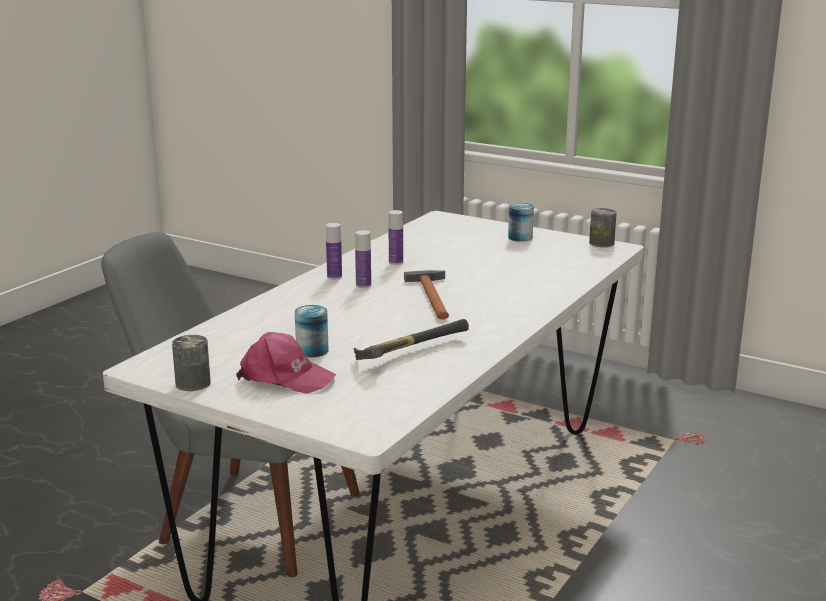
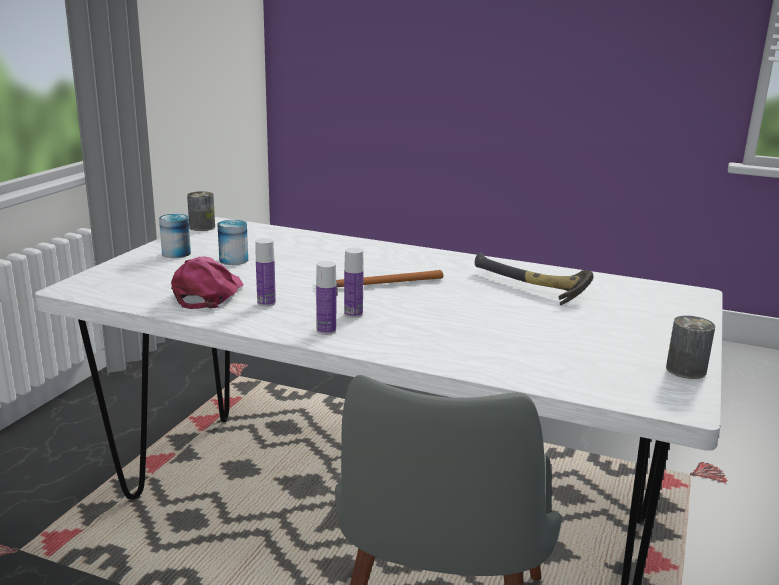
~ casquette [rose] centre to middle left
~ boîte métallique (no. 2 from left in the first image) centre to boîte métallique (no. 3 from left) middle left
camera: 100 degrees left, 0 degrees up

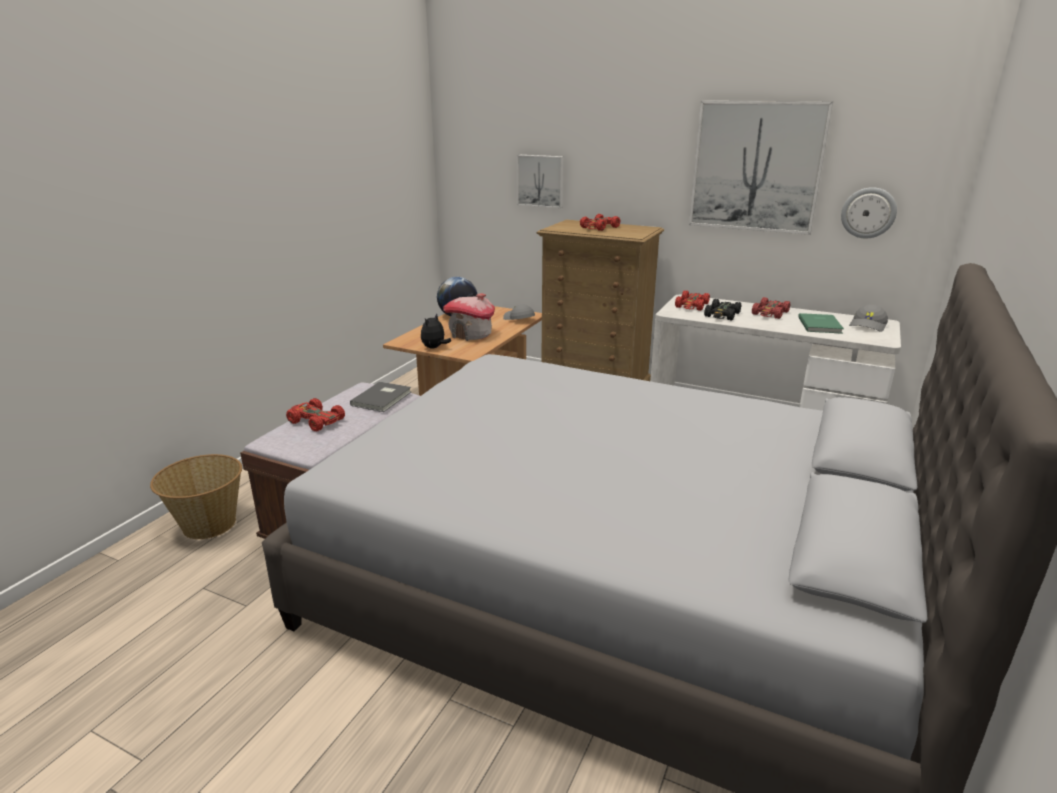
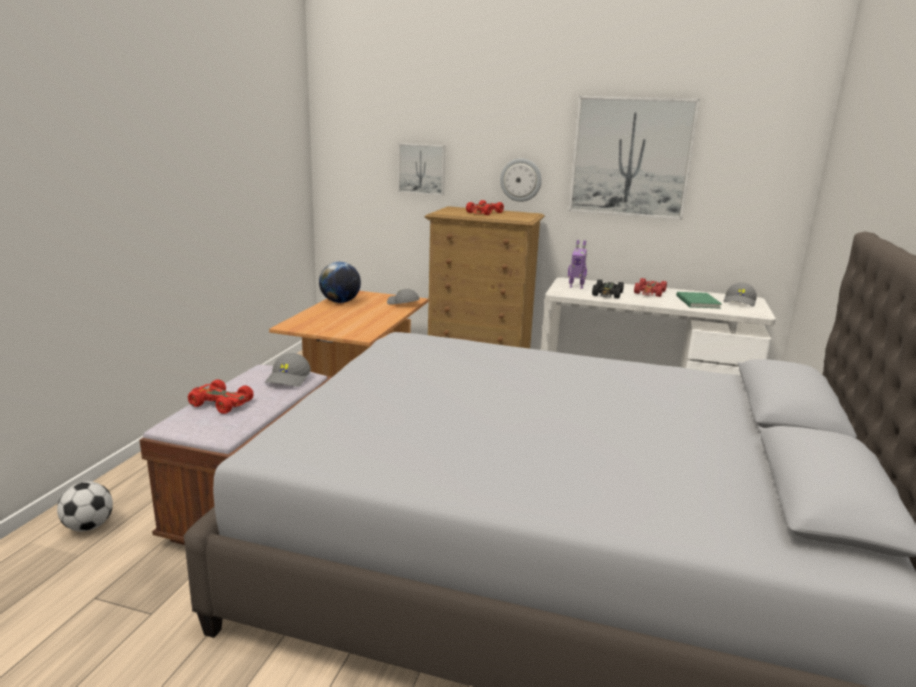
~ panier middle left to ballon de foot bottom left
~ livre [gris] centre to casquette [gris] (no. 1 from left) middle left
- peluche centre
- maison miniature centre
~ petite voiture [rouge] (no. 3 from left) centre to robot jouet centre
~ horloge murale top right to top centre
camera: 10 degrees left, 5 degrees down

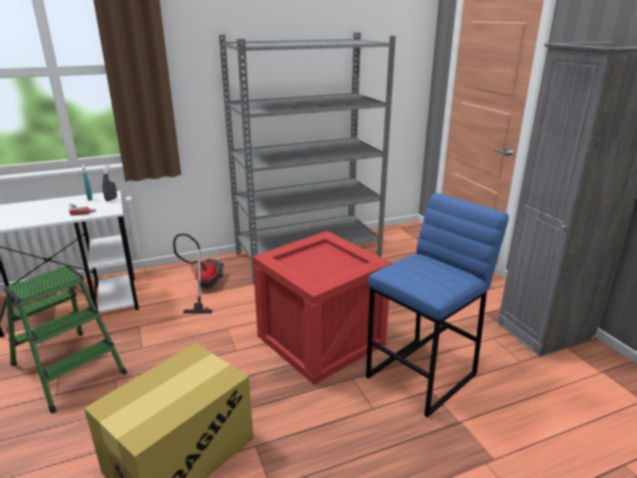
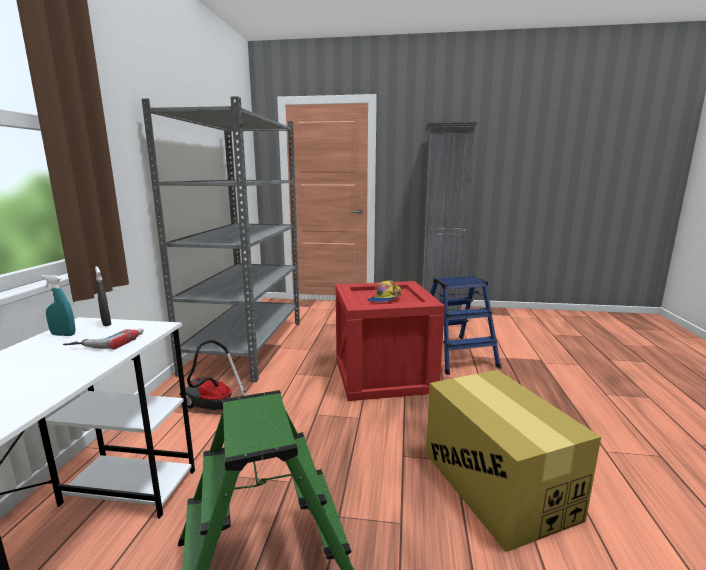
~ tabouret [bleu] middle right to escabeau [bleu] centre
+ casquette centre
camera: 60 degrees left, 10 degrees down

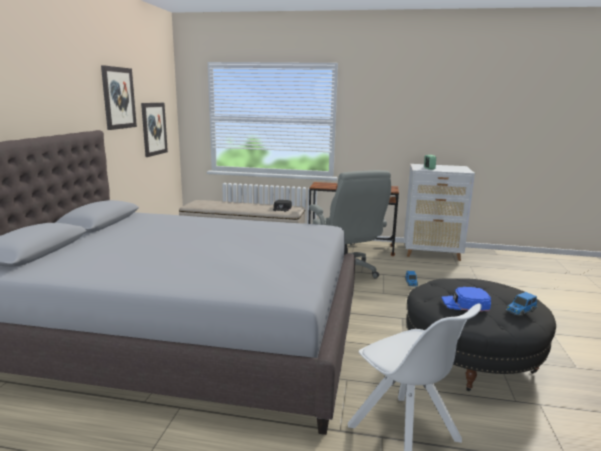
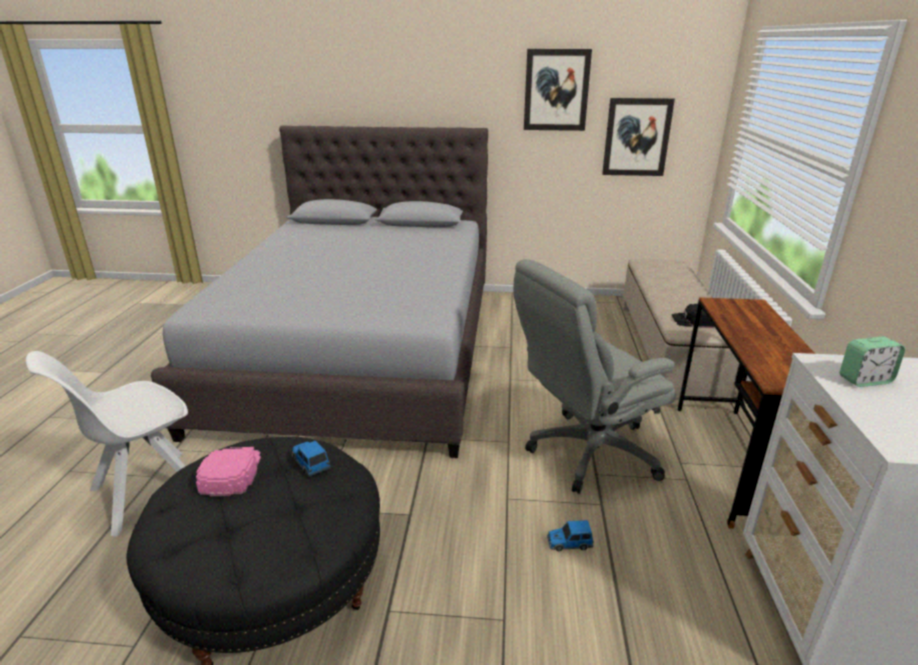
~ casquette [bleu] middle right to casquette [rose] bottom left
~ petite voiture (no. 2 from left in the first image) bottom right to petite voiture (no. 1 from left) bottom centre
camera: 85 degrees right, 10 degrees up

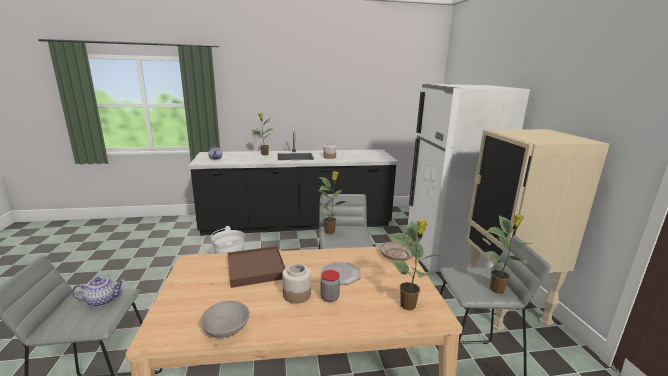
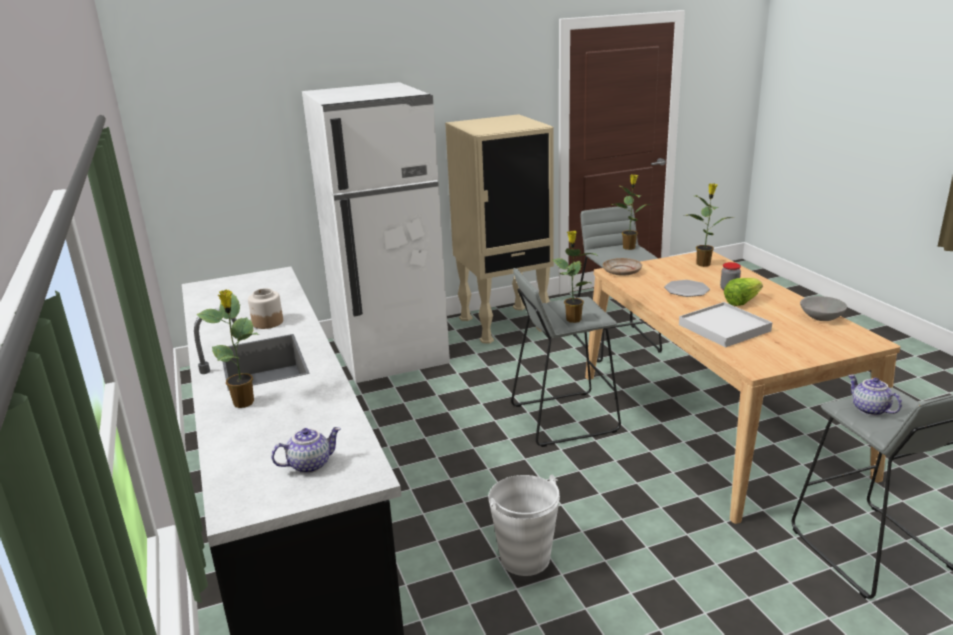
~ plateau [marron] bottom centre to plateau [blanc] middle right
~ bocal (no. 1 from left) bottom centre to laitue middle right
camera: 100 degrees left, 5 degrees up

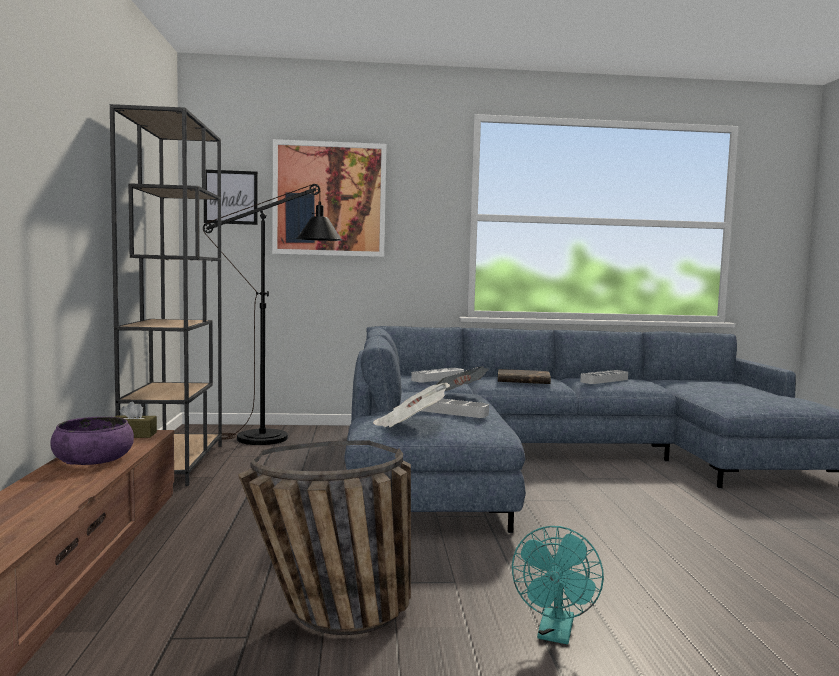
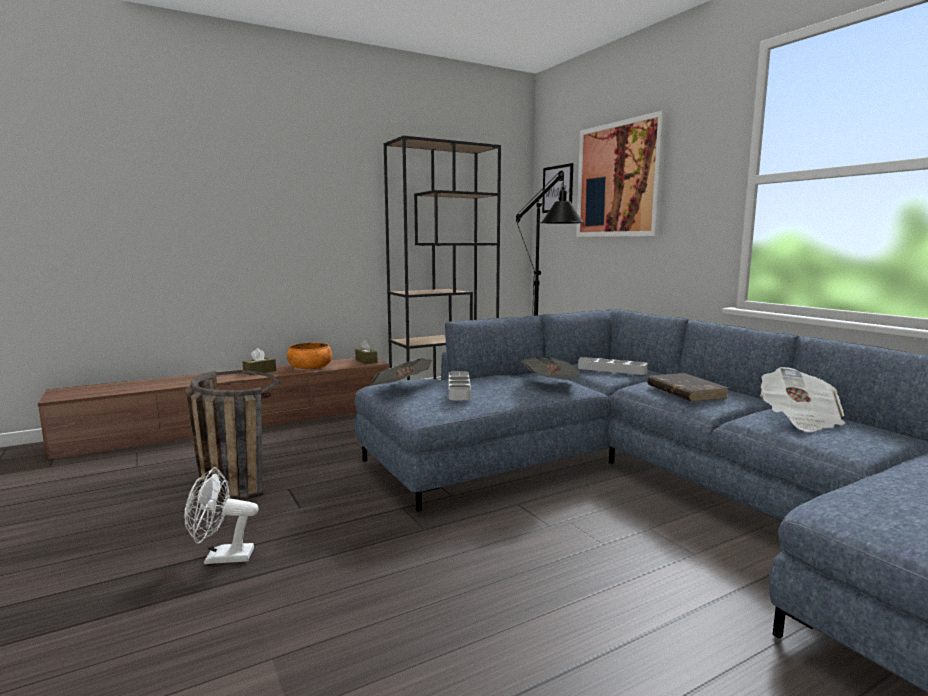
~ bol [violet] middle left to bol [orange] middle left
~ ventilateur [turquoise] bottom centre to ventilateur [blanc] bottom left
~ plateau [gris] (no. 3 from left) middle right to journal (no. 3 from left) middle right
+ boîte à mouchoirs [marron] (no. 1 from left) middle left
camera: 65 degrees right, 5 degrees up

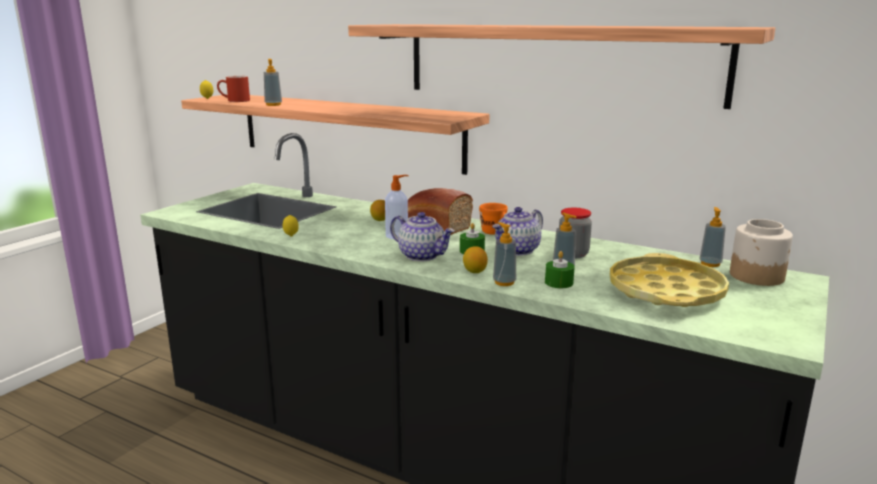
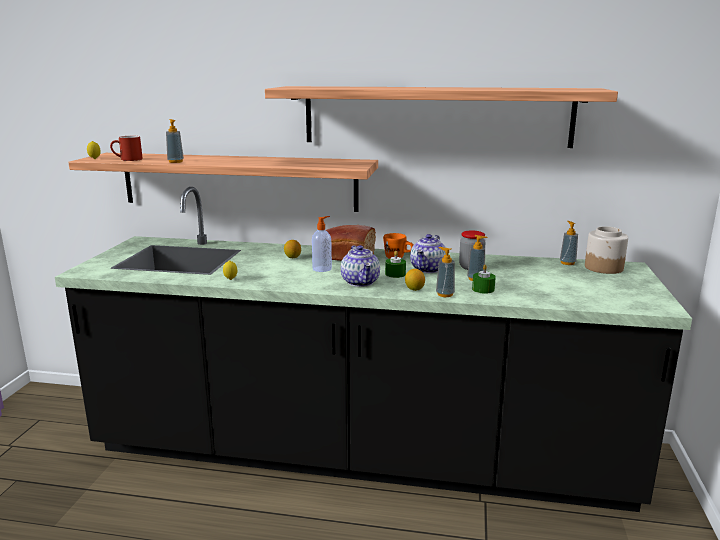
~ théière (no. 1 from left) centre = centre 60 degrees clockwise
- plateau [jaune] middle right
camera: 20 degrees left, 0 degrees up

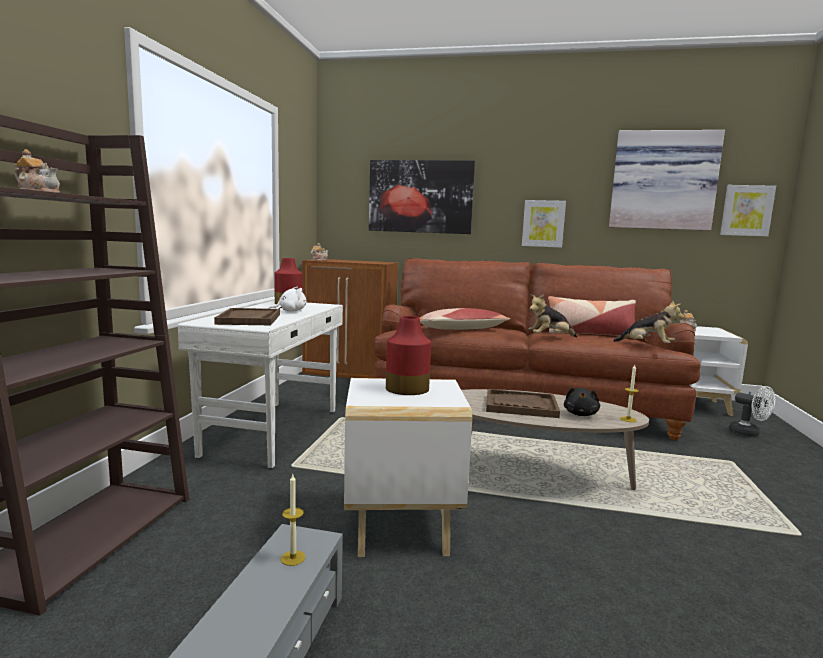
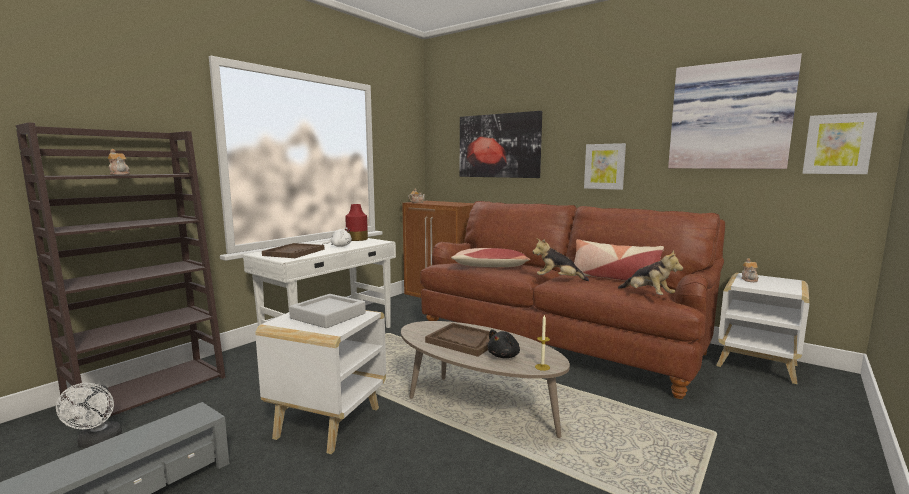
- bougie (no. 1 from left) bottom centre
~ vase [rouge] (no. 2 from left) centre to plateau [gris] centre
~ ventilateur [blanc] middle right to bottom left
camera: 25 degrees right, 0 degrees up

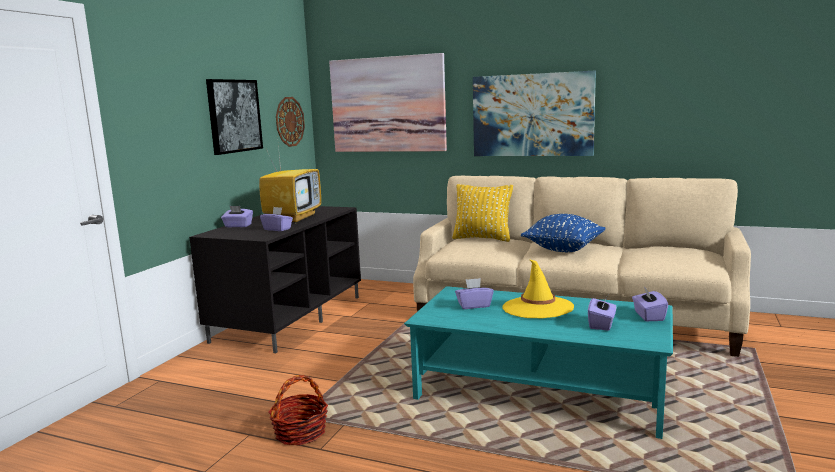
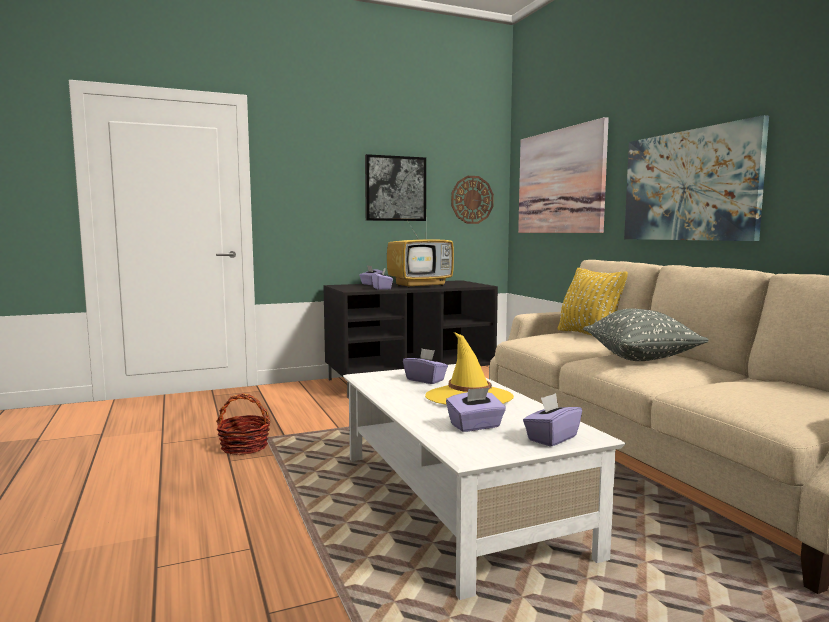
~ table basse [turquoise] bottom centre to table basse [blanc] bottom centre
~ coussin [bleu] middle right to coussin [gris] middle right
camera: 45 degrees right, 5 degrees down

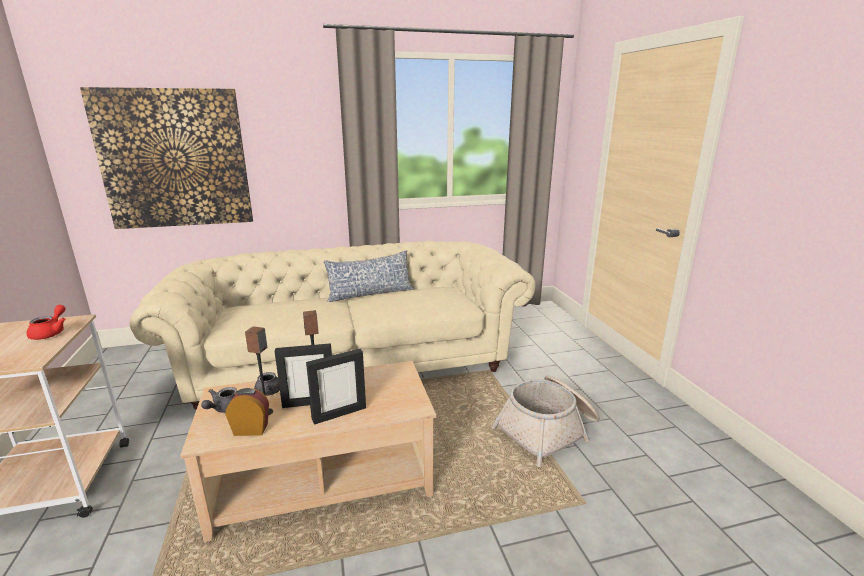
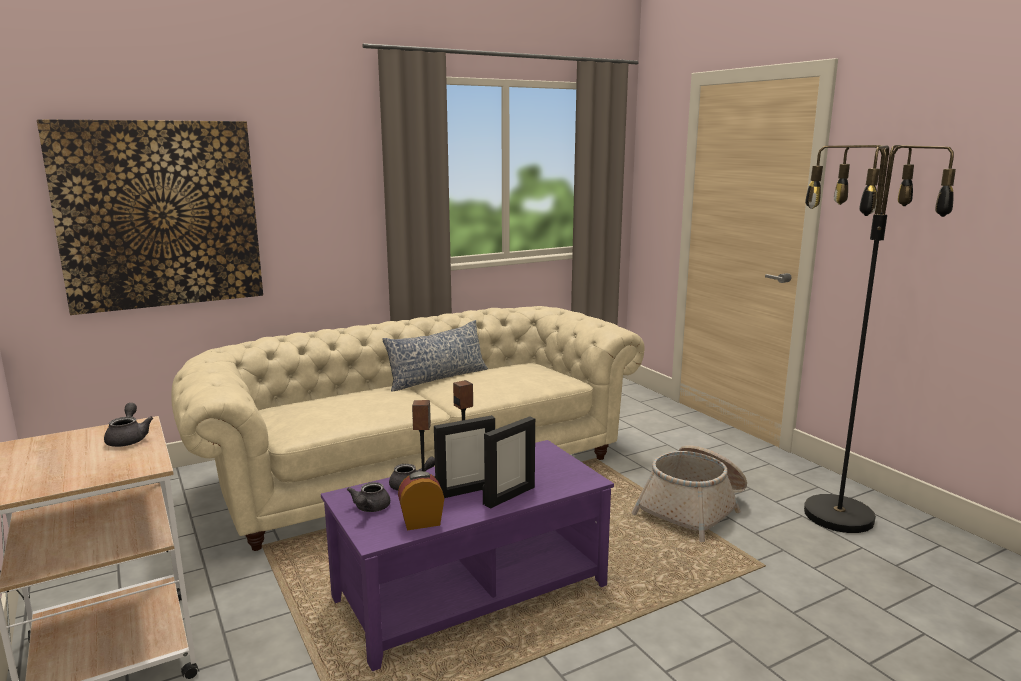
~ théière [rouge] middle left to théière [gris] (no. 1 from left) middle left
~ table basse [beige] bottom centre to table basse [violet] bottom centre
+ lampadaire middle right
camera: 15 degrees left, 5 degrees down

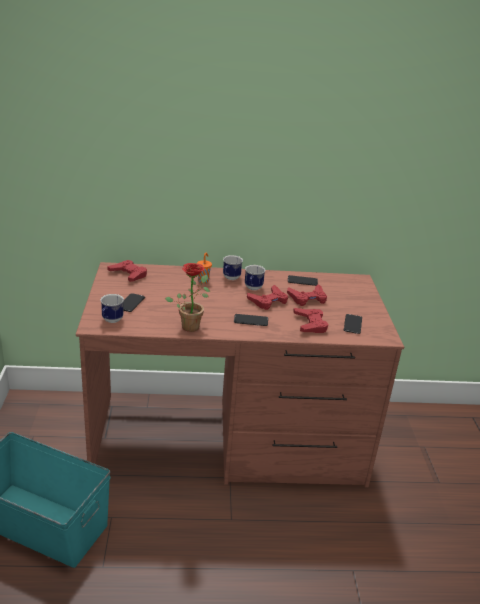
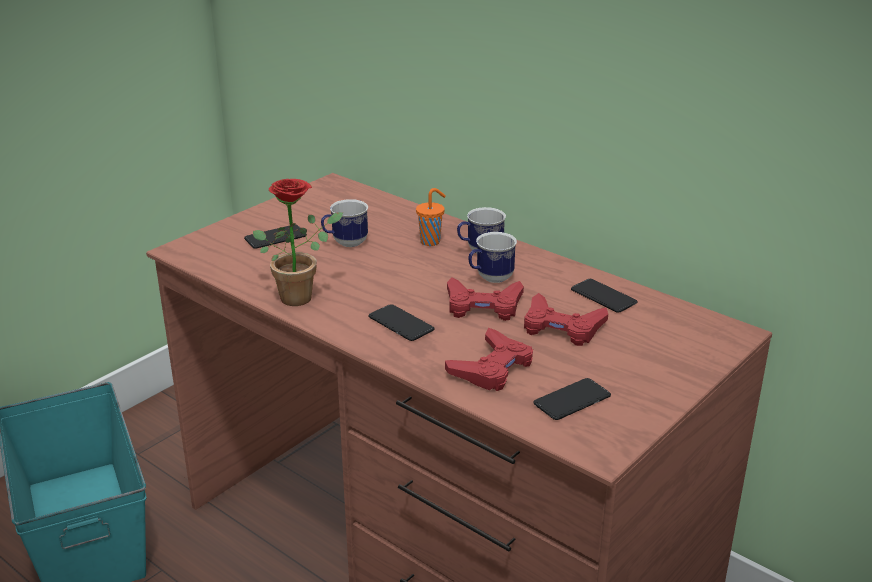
~ mug (no. 1 from left) middle left to centre
- manette [rouge] (no. 1 from left) middle left
camera: 45 degrees right, 0 degrees up

